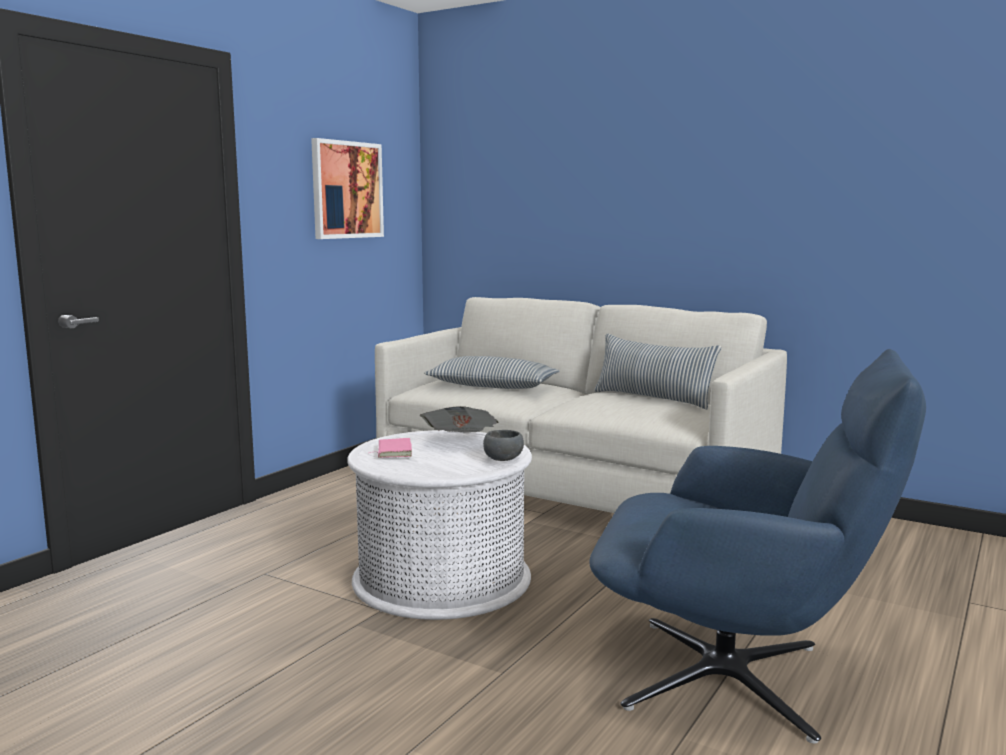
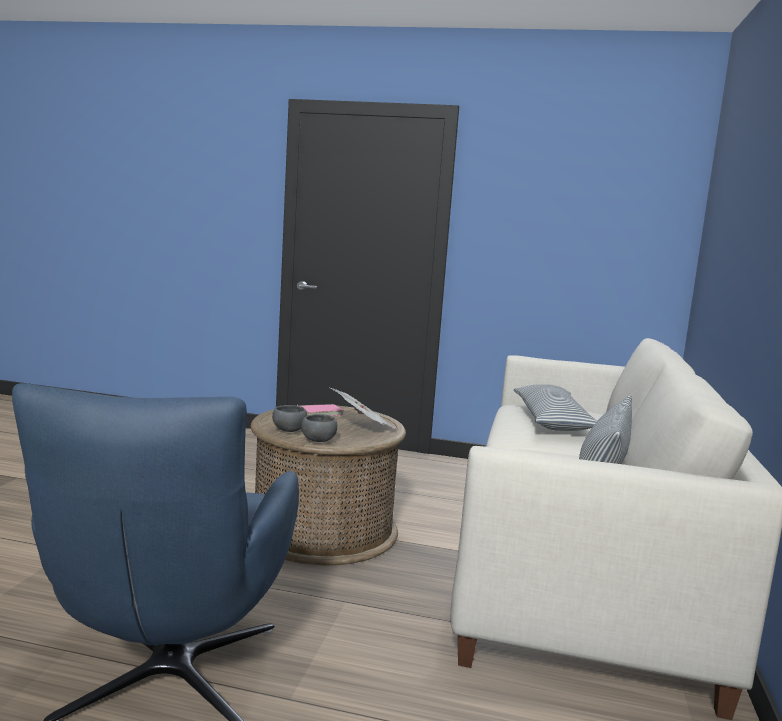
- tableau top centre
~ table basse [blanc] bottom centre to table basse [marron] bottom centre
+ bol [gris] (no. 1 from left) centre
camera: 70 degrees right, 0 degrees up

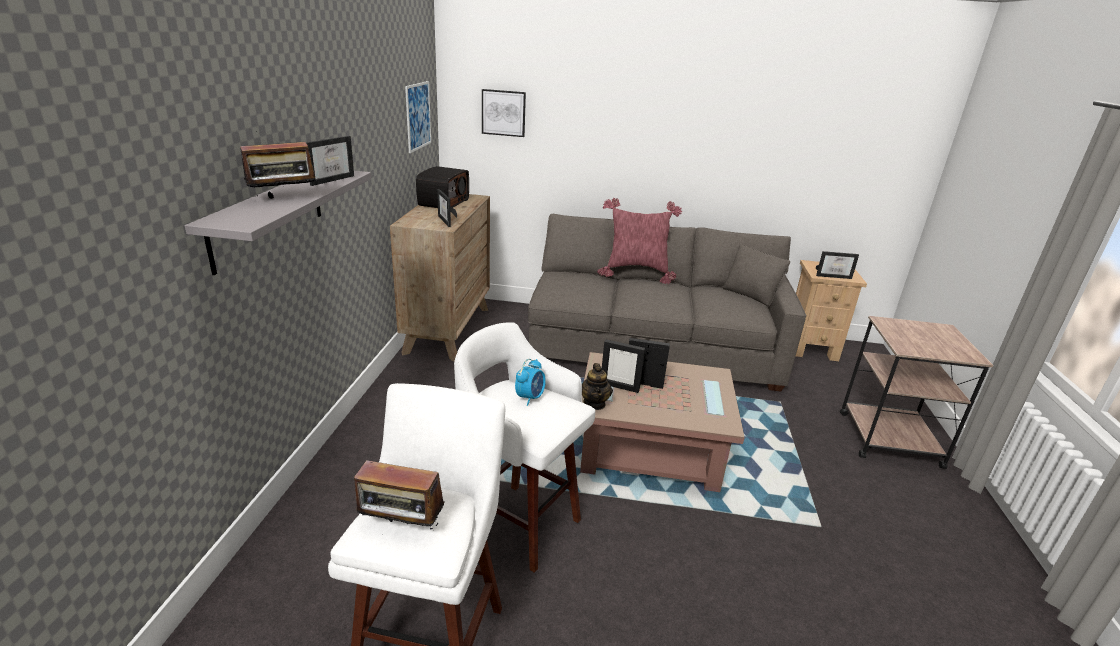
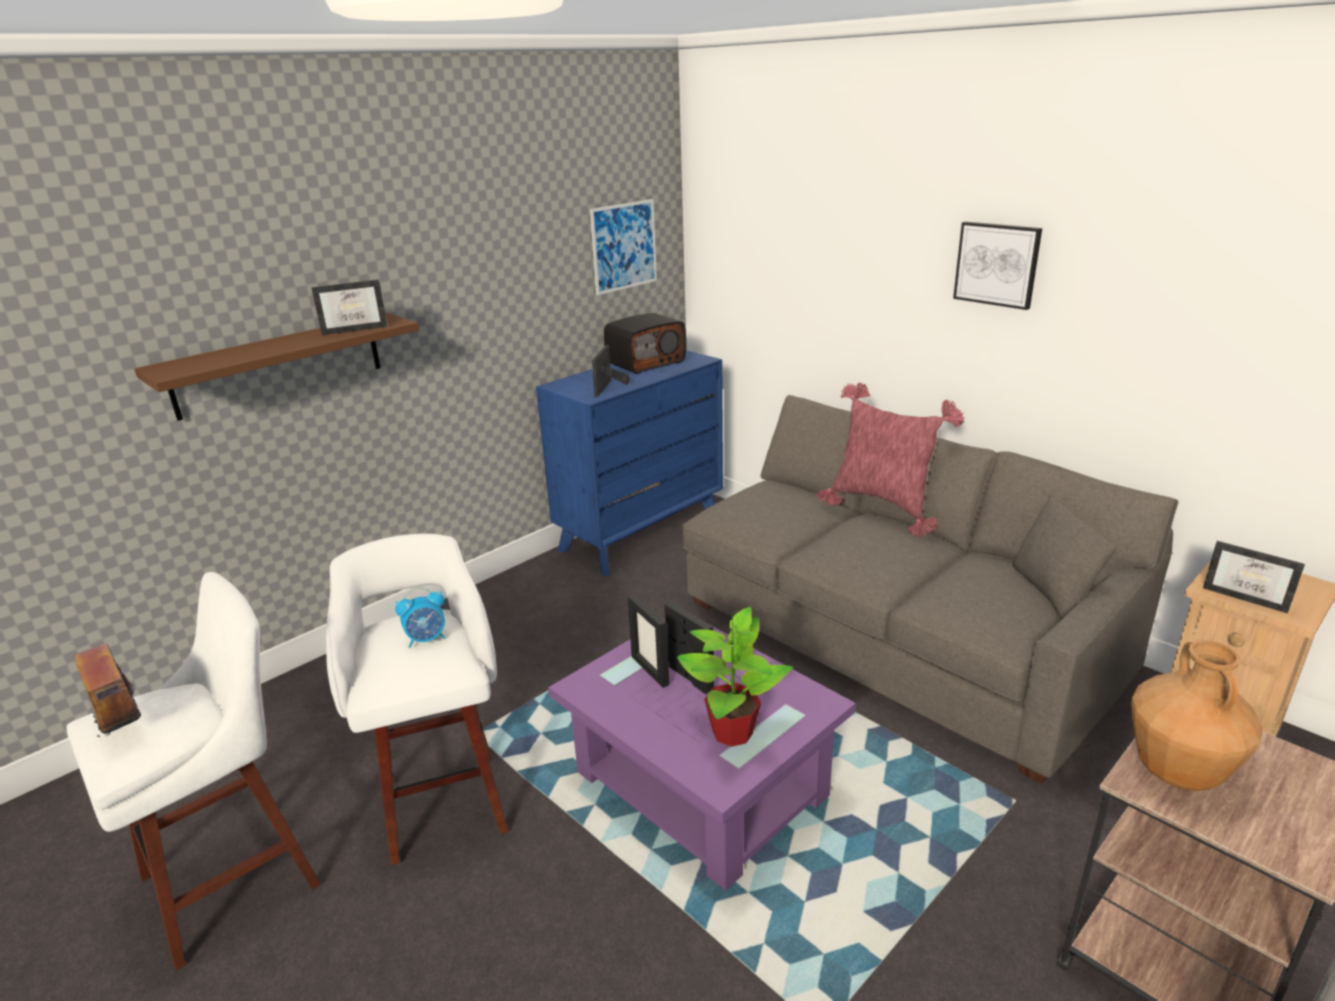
~ étagère [gris] middle left to étagère [marron] middle left
- radio (no. 1 from left) top left
~ commode [marron] centre to commode [bleu] centre
~ tableau (no. 2 from left) top centre to top right
~ table basse [marron] centre to table basse [violet] bottom centre
- théière centre
+ plante en pot bottom centre
+ vase [marron] bottom right
camera: 40 degrees right, 0 degrees up

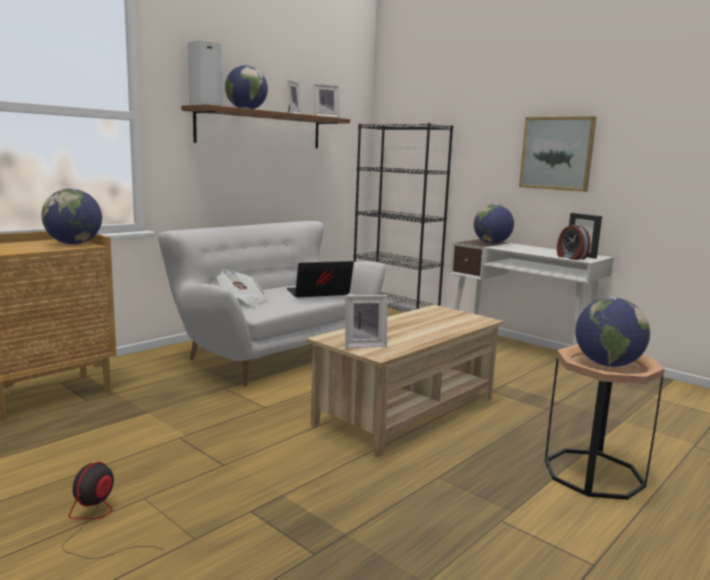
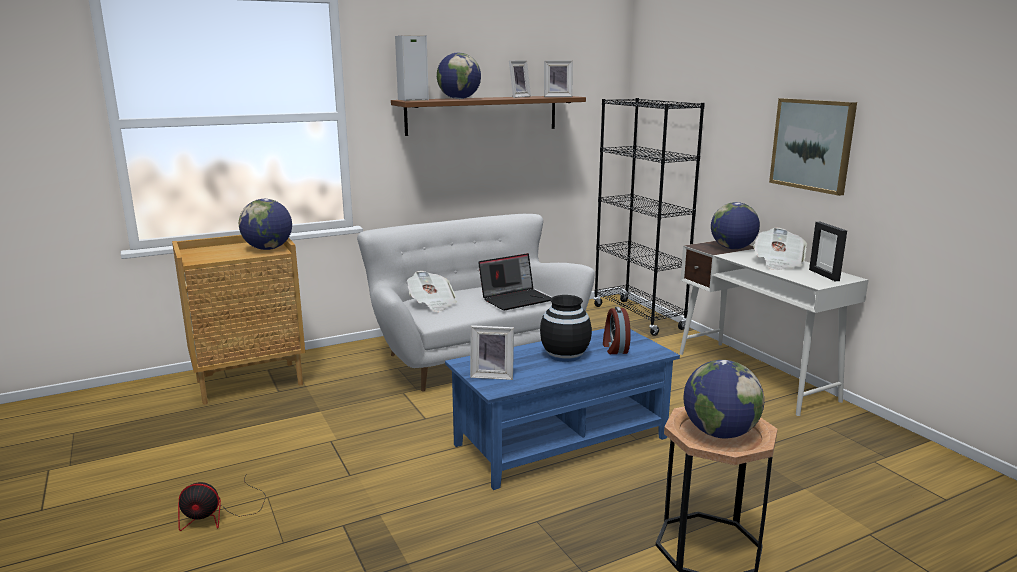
~ ventilateur bottom left = bottom left 135 degrees counterclockwise
~ ordinateur portable centre = centre 150 degrees clockwise
~ table basse [beige] centre to table basse [bleu] bottom centre
~ réveil middle right to centre
+ vase [noir] centre
+ journal (no. 2 from left) middle right
camera: 20 degrees right, 5 degrees up

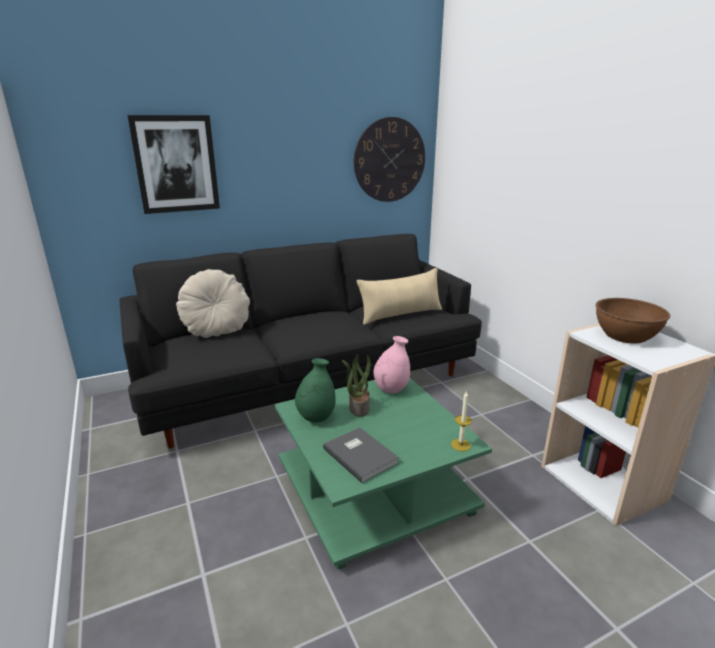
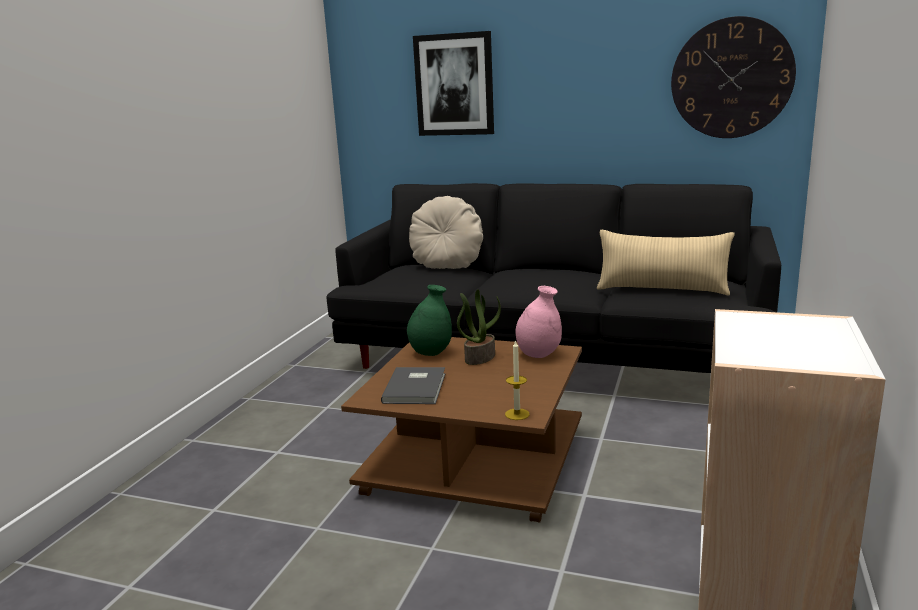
~ table basse [vert] bottom centre to table basse [marron] bottom centre
- bol [marron] middle right
camera: 45 degrees right, 5 degrees down

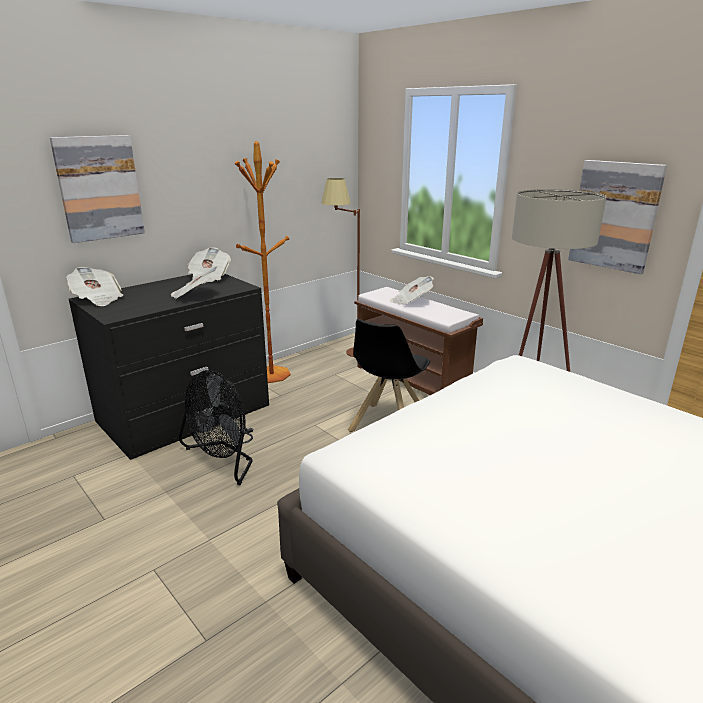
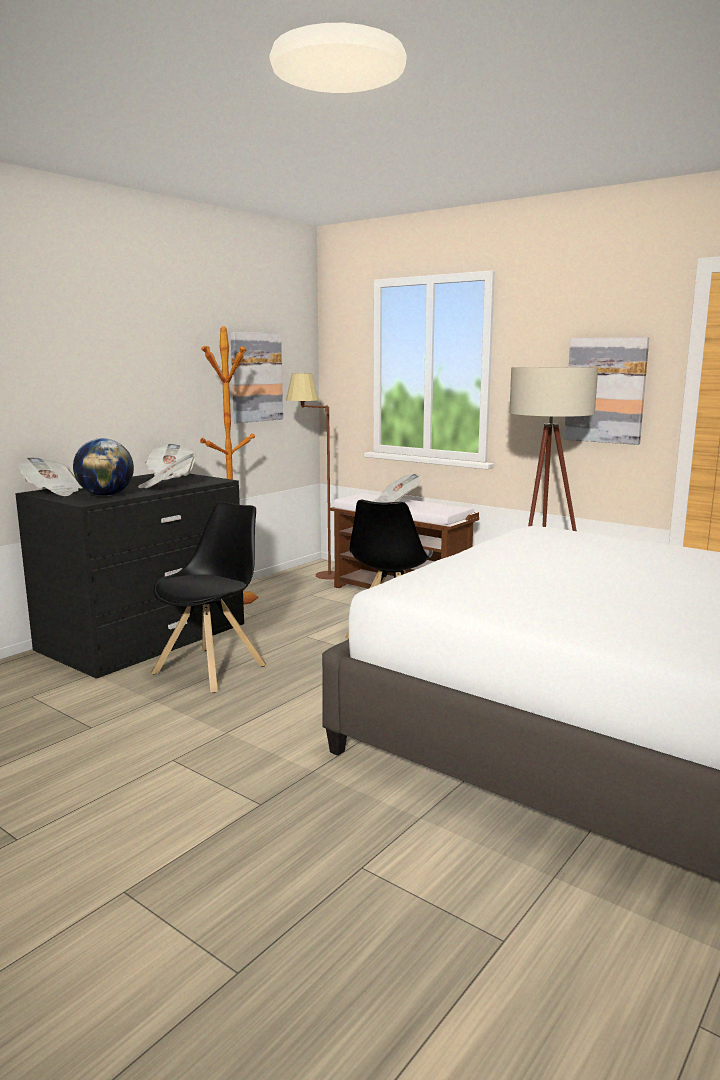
~ tableau (no. 1 from left) top left to centre
~ ventilateur [noir] middle left to chaise [noir] (no. 1 from left) middle left
+ globe middle left
camera: 10 degrees left, 10 degrees down

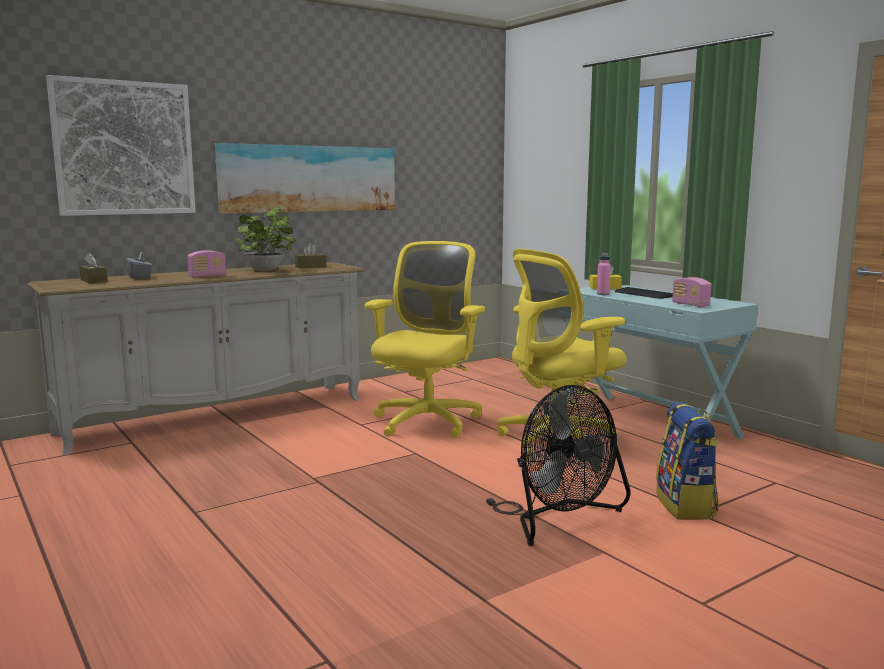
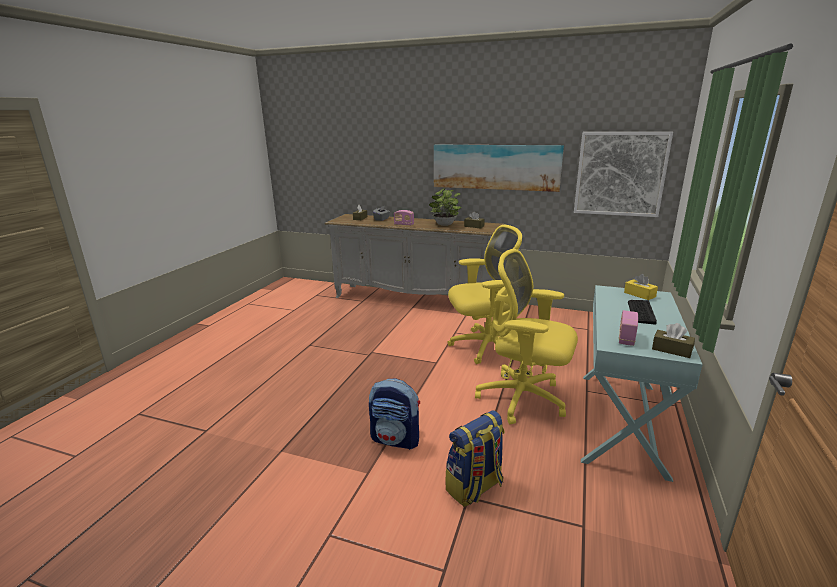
~ tableau (no. 1 from left in the first image) top left to tableau (no. 2 from left) top right
~ ventilateur [noir] bottom centre to sac à dos (no. 1 from left) bottom centre
- bouteille [rose] middle right
+ boîte à mouchoirs [marron] (no. 3 from left) middle right
camera: 55 degrees right, 10 degrees up

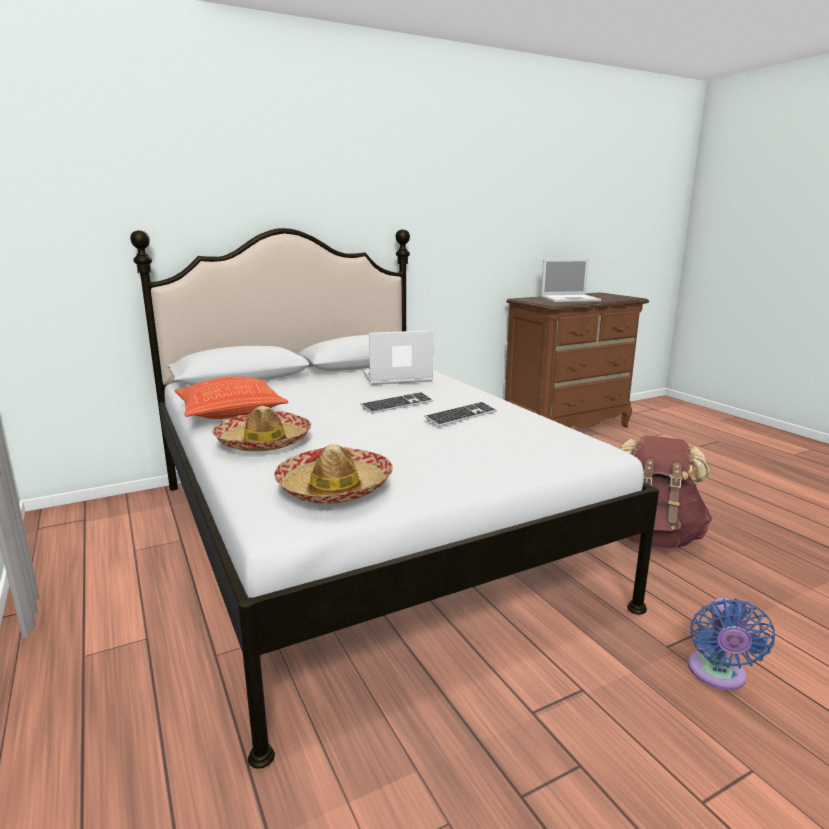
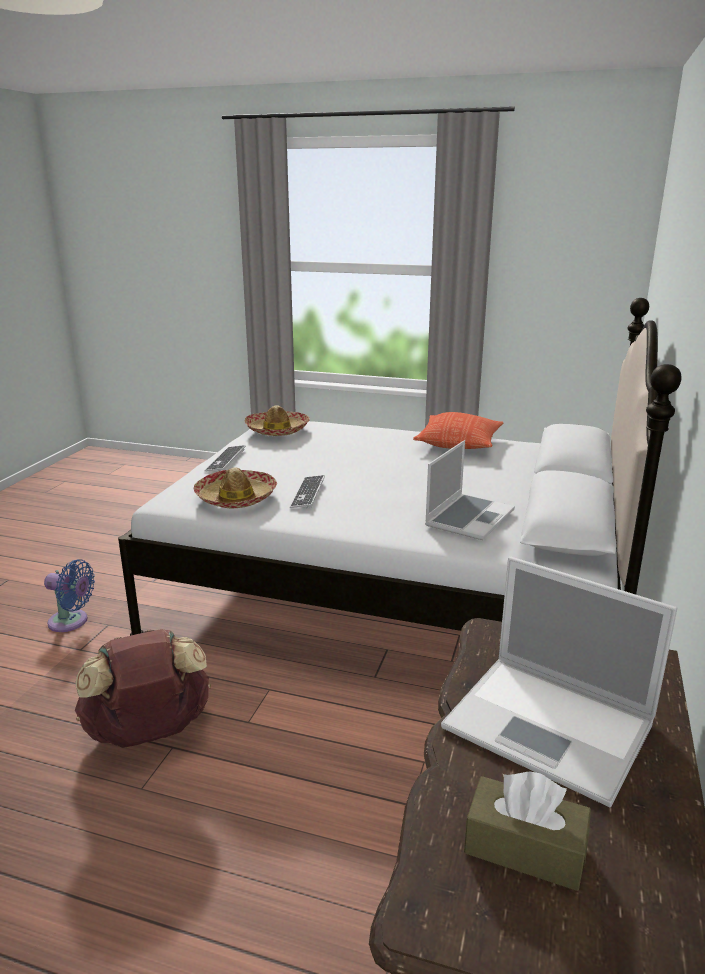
~ chapeau (no. 1 from left) middle left to centre
~ clavier (no. 1 from left) centre to middle left
~ ordinateur portable (no. 2 from left) middle right = bottom right 90 degrees counterclockwise
~ ventilateur [bleu] bottom right = middle left 135 degrees clockwise
+ boîte à mouchoirs [marron] bottom right
camera: 135 degrees right, 5 degrees up

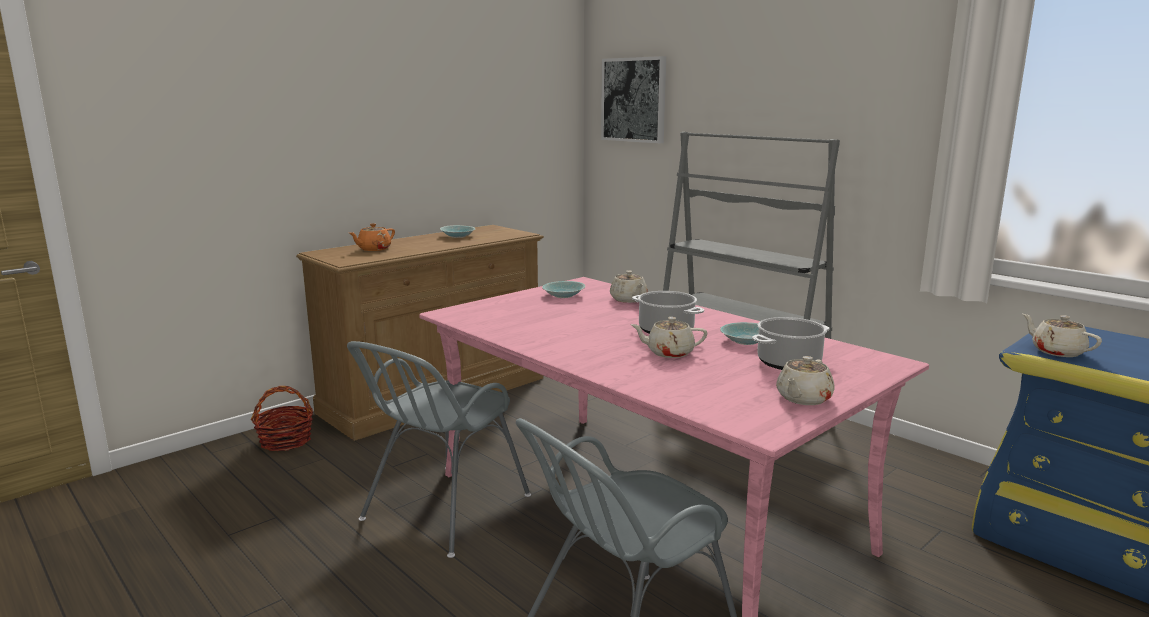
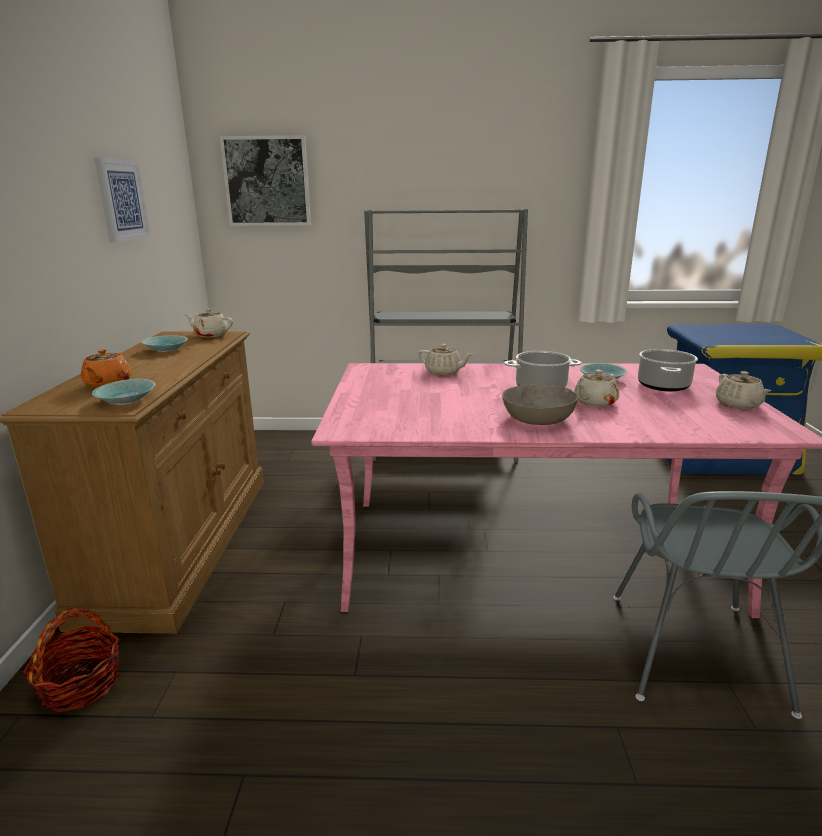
- chaise [gris] (no. 1 from left) bottom centre
~ bol [turquoise] (no. 2 from left in the first image) centre to bol [turquoise] (no. 1 from left) middle left
~ théière [beige] (no. 4 from left in the first image) middle right to théière [beige] (no. 1 from left) middle left
+ tableau (no. 1 from left) top left
+ bol [gris] centre
camera: 45 degrees left, 5 degrees up

